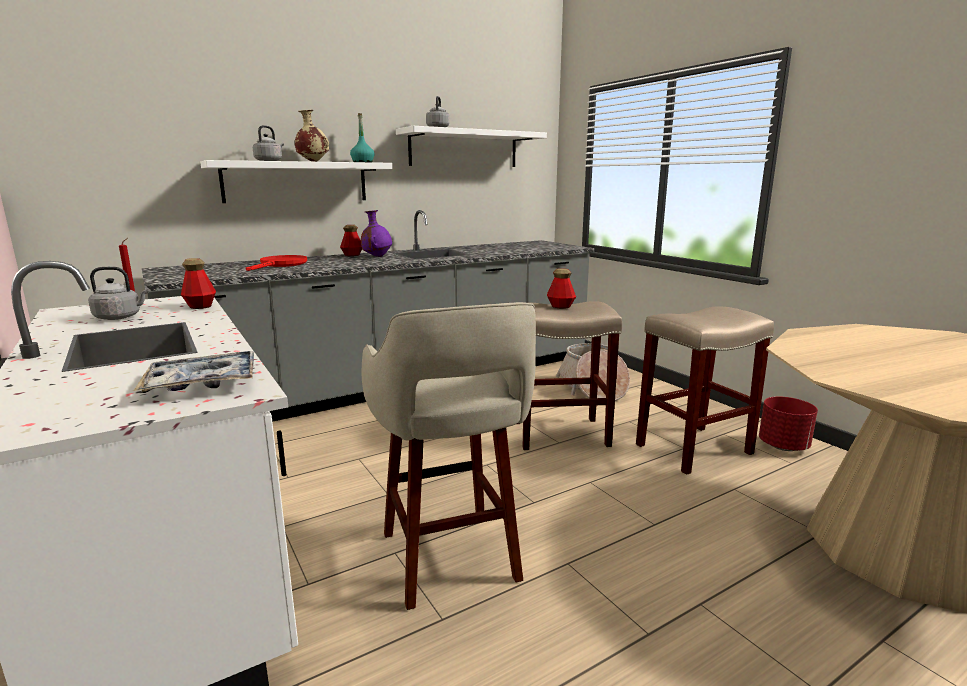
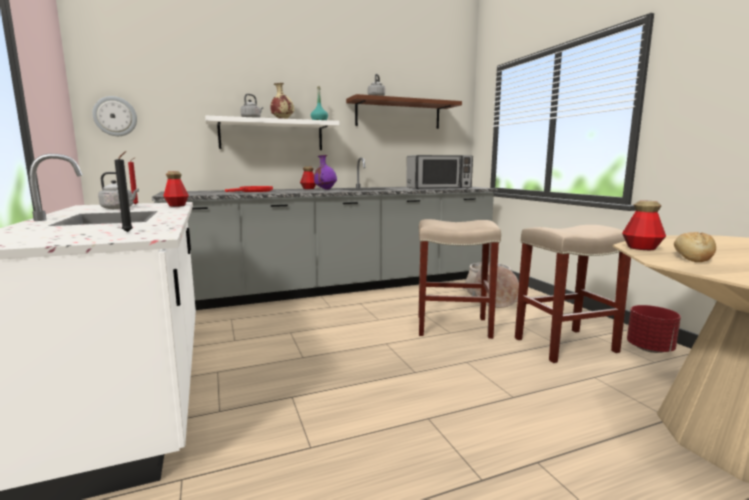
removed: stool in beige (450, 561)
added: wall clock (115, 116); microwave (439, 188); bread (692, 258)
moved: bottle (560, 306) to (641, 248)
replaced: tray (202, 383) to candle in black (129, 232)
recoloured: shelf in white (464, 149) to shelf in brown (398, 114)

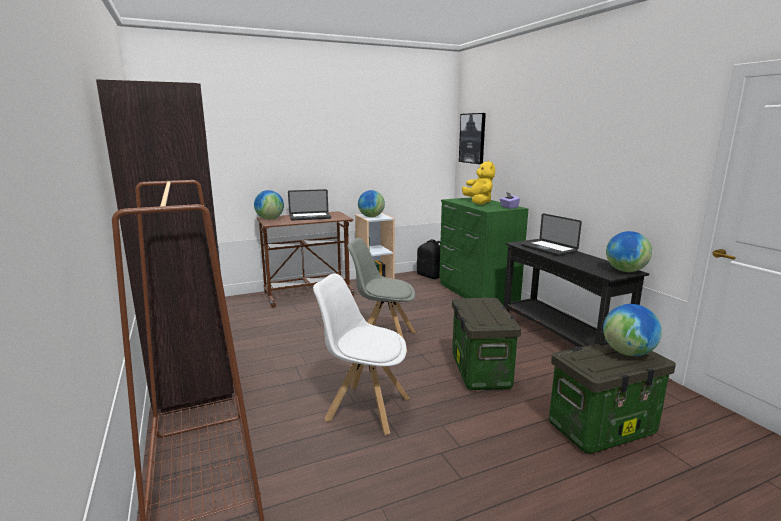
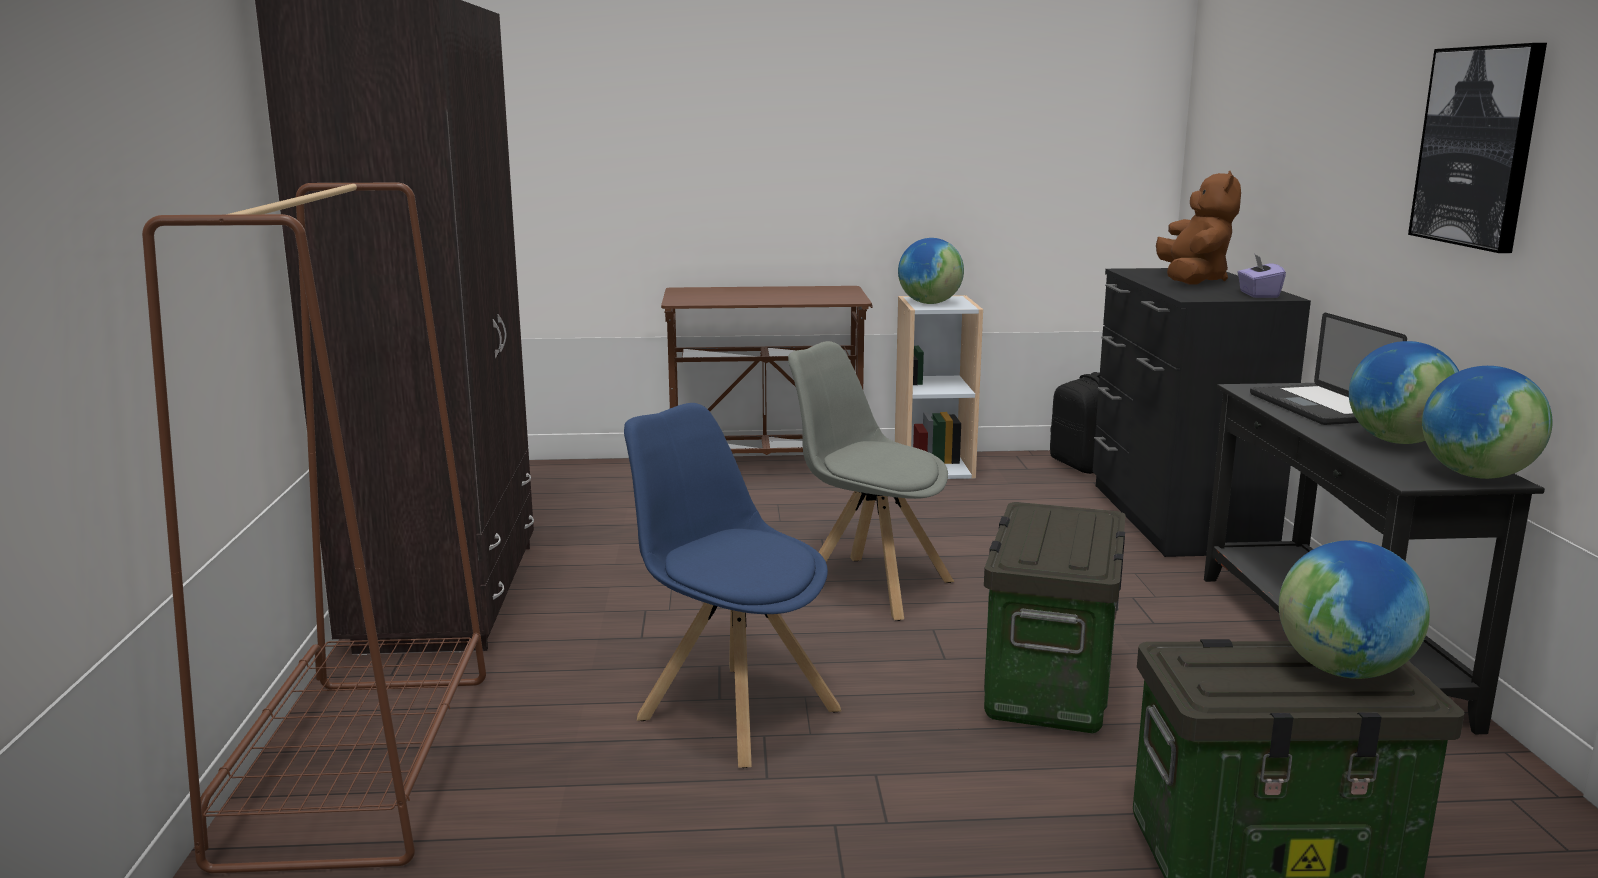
removed: laptop (310, 217)
moved: globe (270, 219) to (1397, 441); picture (472, 138) to (1478, 146)
recoloured: chair in white (364, 408) to chair in blue (731, 710); dresser in green (476, 293) to dresser in black (1176, 518); plush toy in yellow (478, 202) to plush toy in brown (1192, 280)

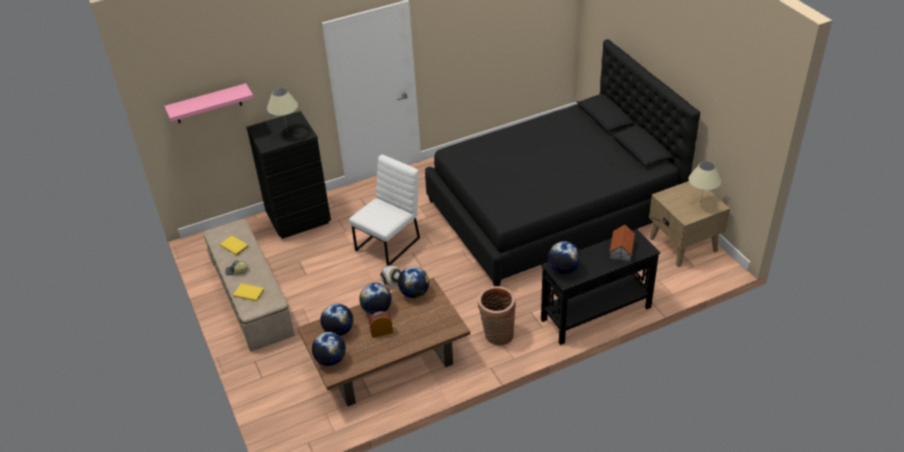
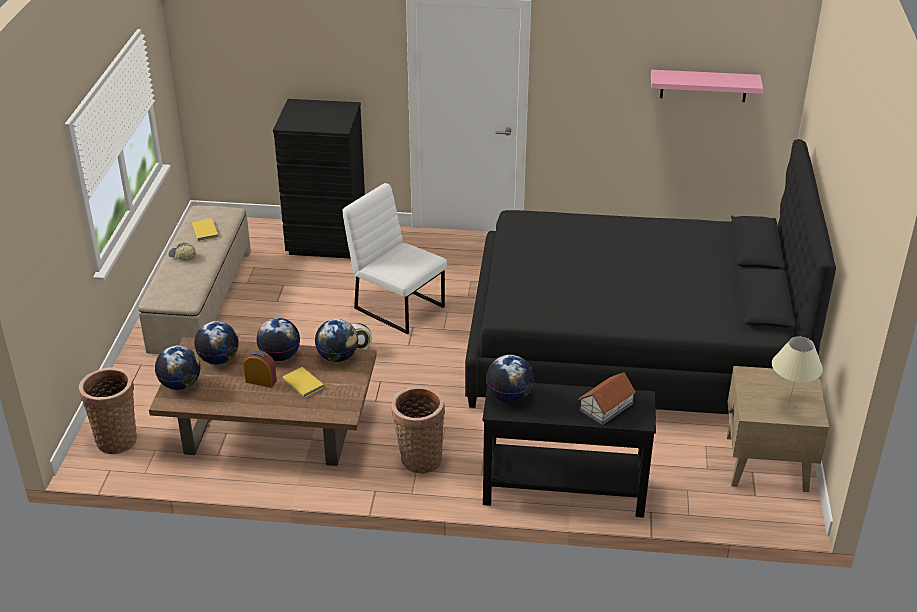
removed: table lamp in beige (287, 132)
added: basket (117, 438)
moved: shelf in pink (208, 104) to (703, 85); book in yellow (249, 293) to (303, 383)
turned: chair in white (389, 243) = (397, 306) 120 degrees counterclockwise

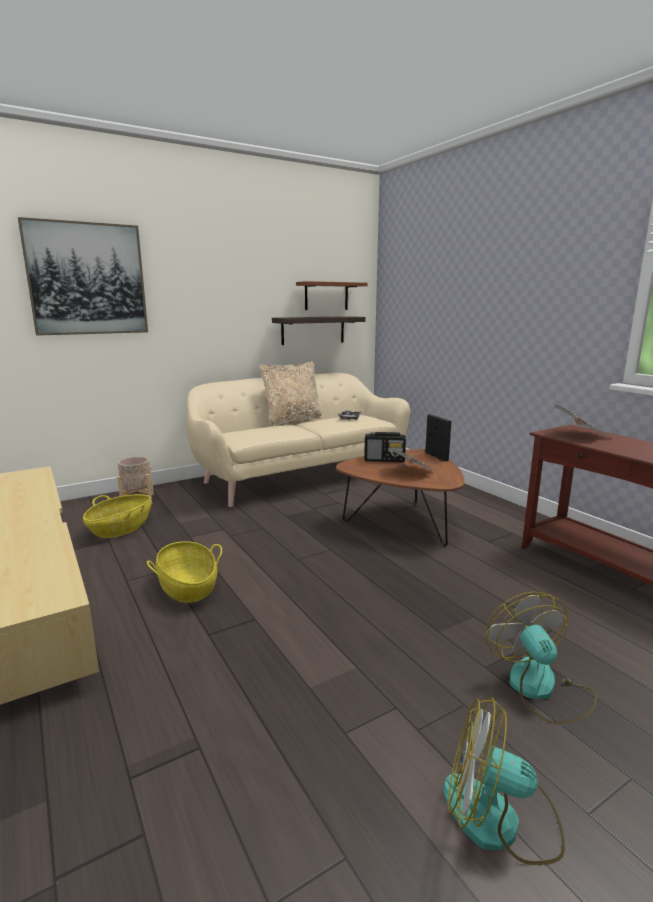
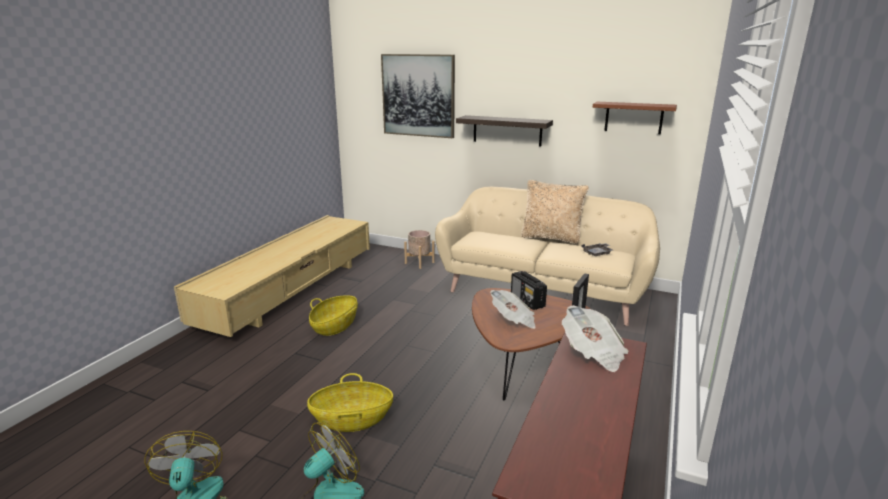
moved: basket (121, 528) to (352, 420); shelf (313, 330) to (507, 130)

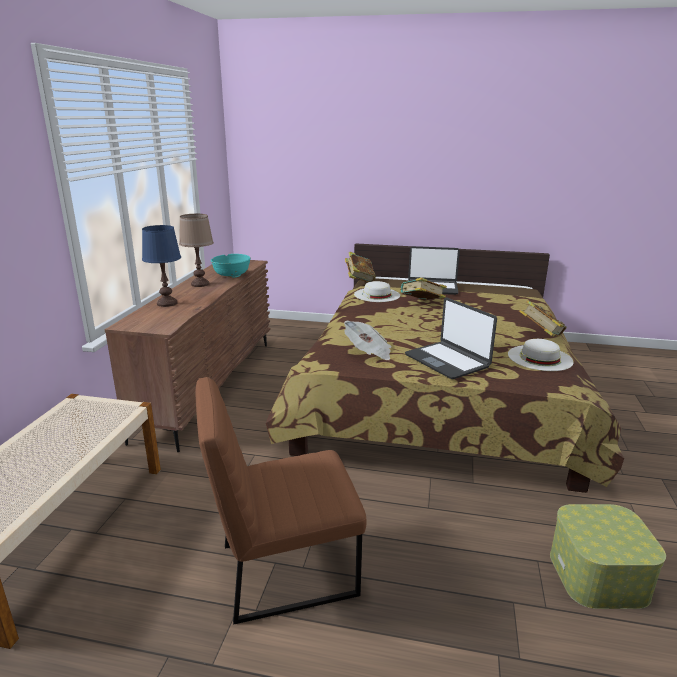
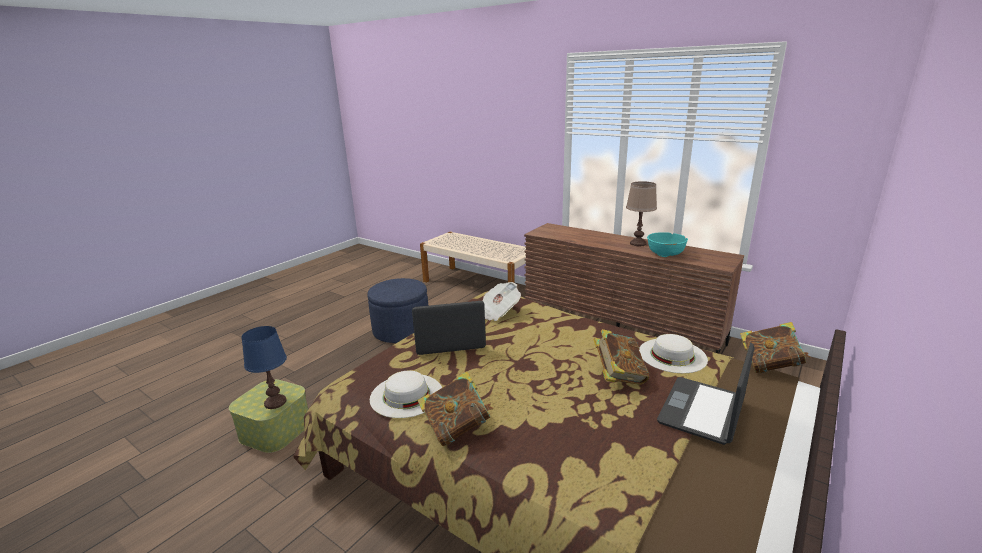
moved: table lamp in blue (167, 303) to (275, 402)
replaced: chair in brown (283, 569) to ottoman in blue (401, 330)

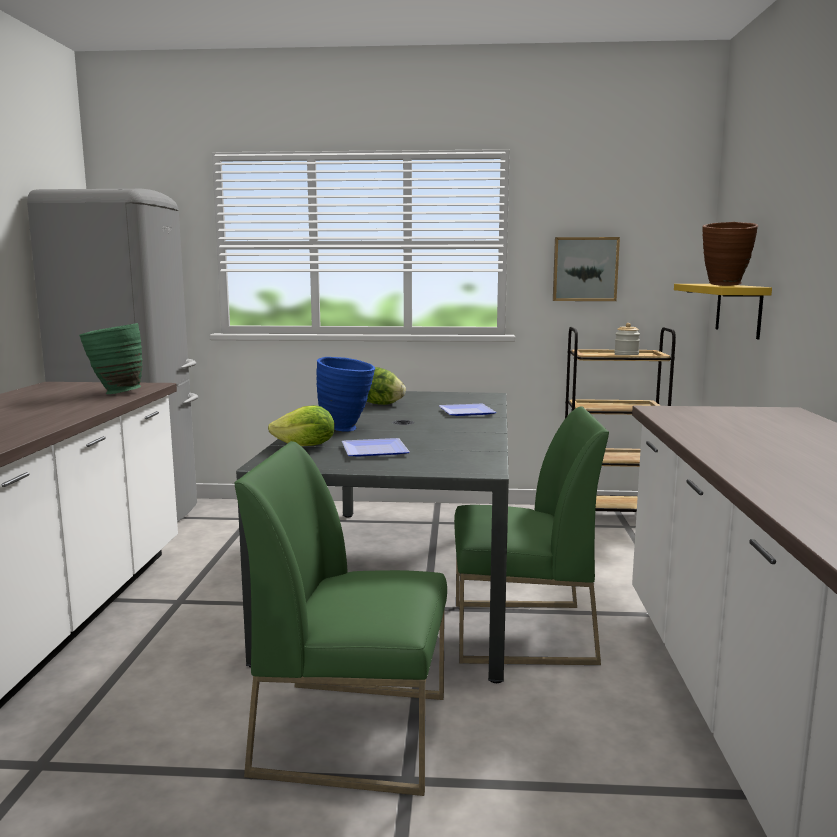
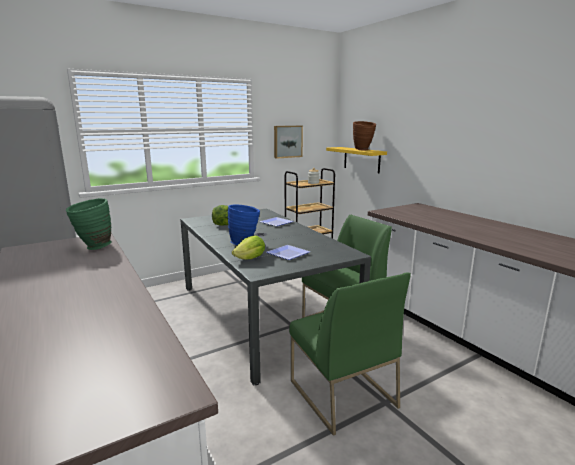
turned: chair in green (354, 733) = (341, 393) 90 degrees counterclockwise

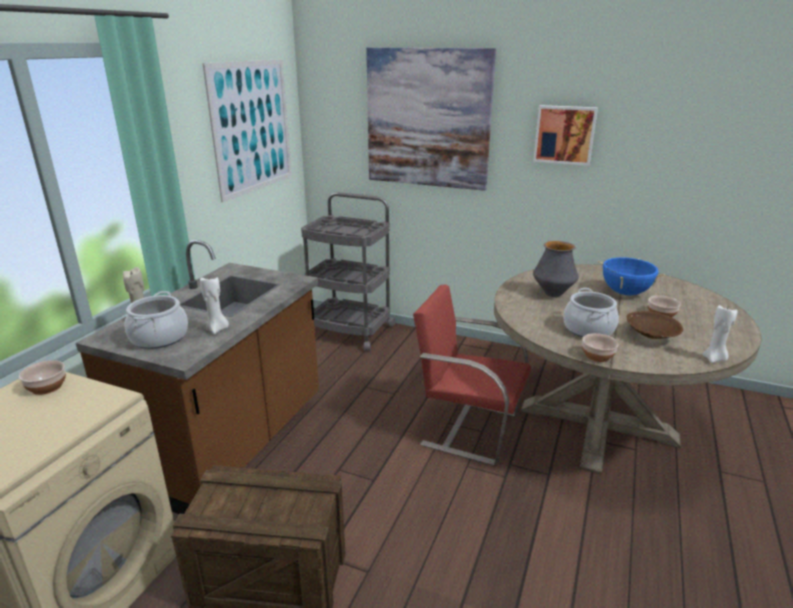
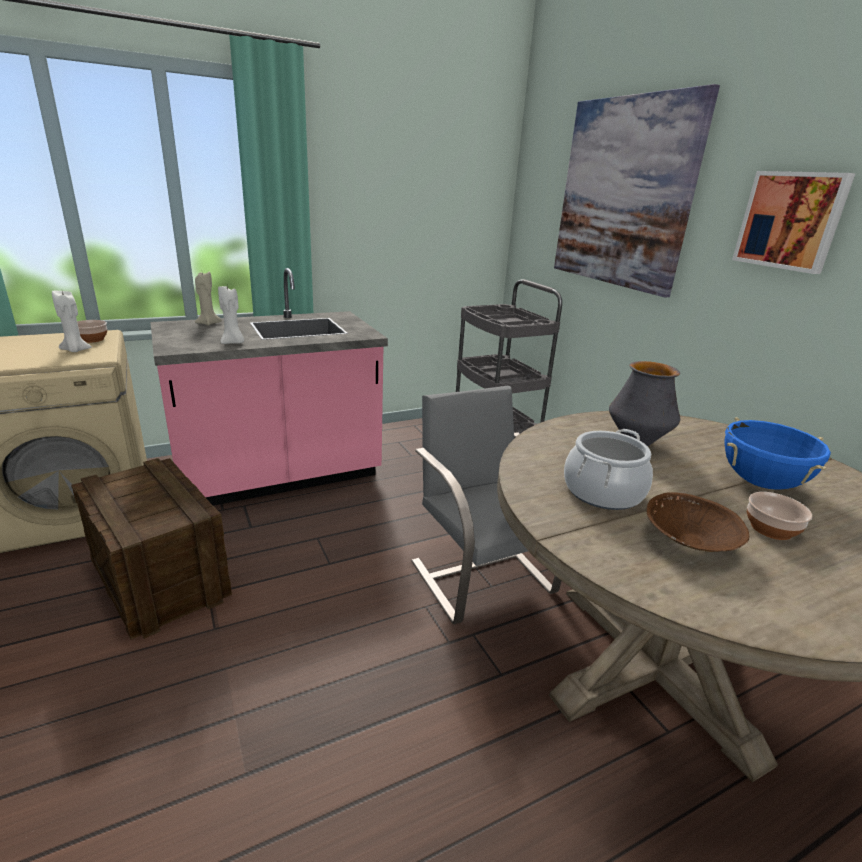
removed: cooking pot (159, 337); picture (252, 127); bowl (597, 356)
moved: candle in white (714, 359) to (75, 350)
recoloured: counter in brown (232, 444) to counter in pink (279, 476); chair in red (468, 428) to chair in grey (482, 575)

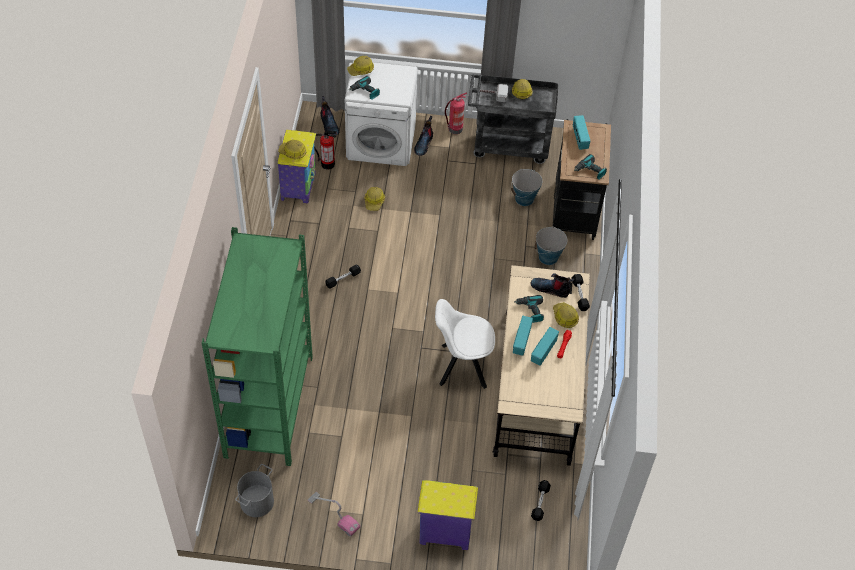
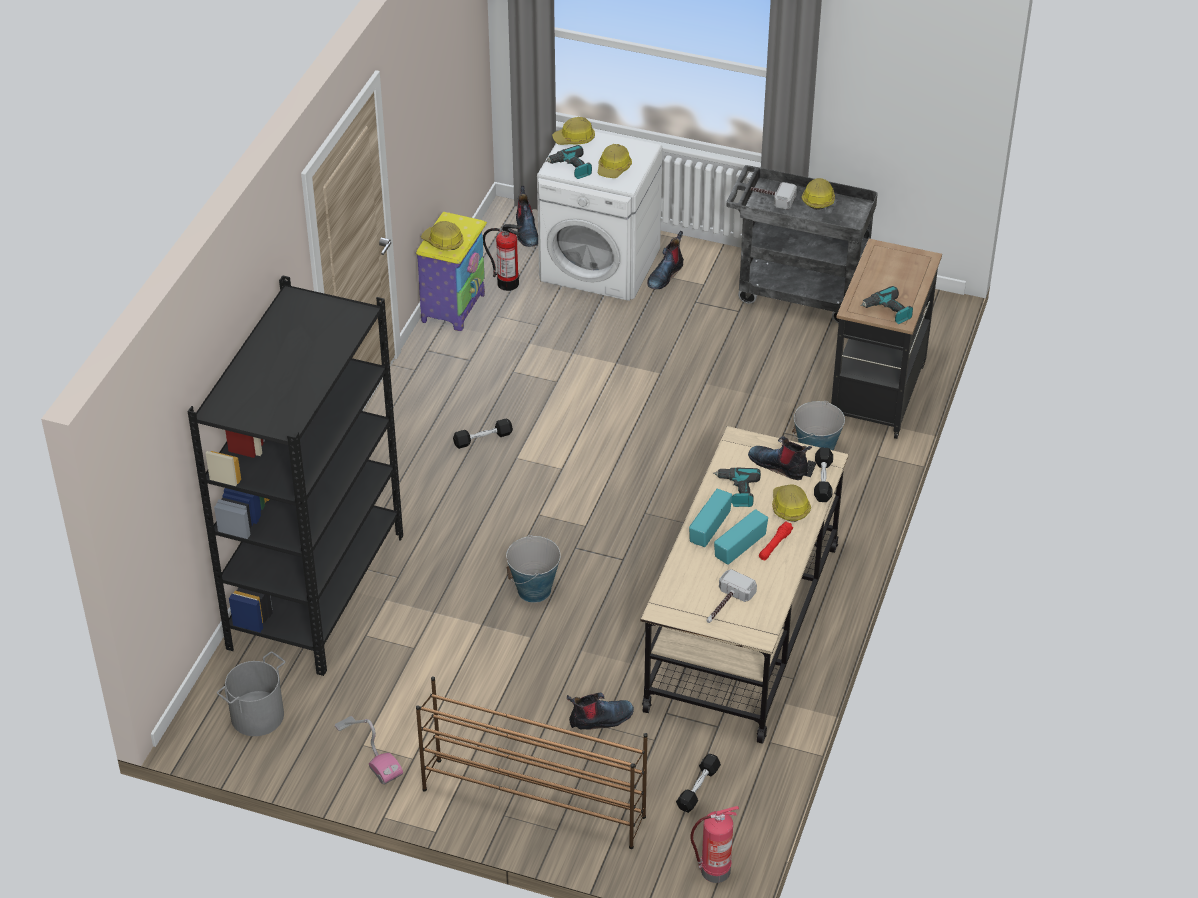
removed: chair in white (461, 366); radio (579, 139)
added: boot (600, 719); hammer (725, 605)
moved: hard hat (374, 201) to (614, 168); fire extinguisher (455, 129) to (714, 871); bucket (524, 199) to (534, 590)
replaced: nightstand (444, 531) to shoe rack in brown (532, 802)
recoloured: bookcase in green (269, 406) to bookcase in black (317, 591)

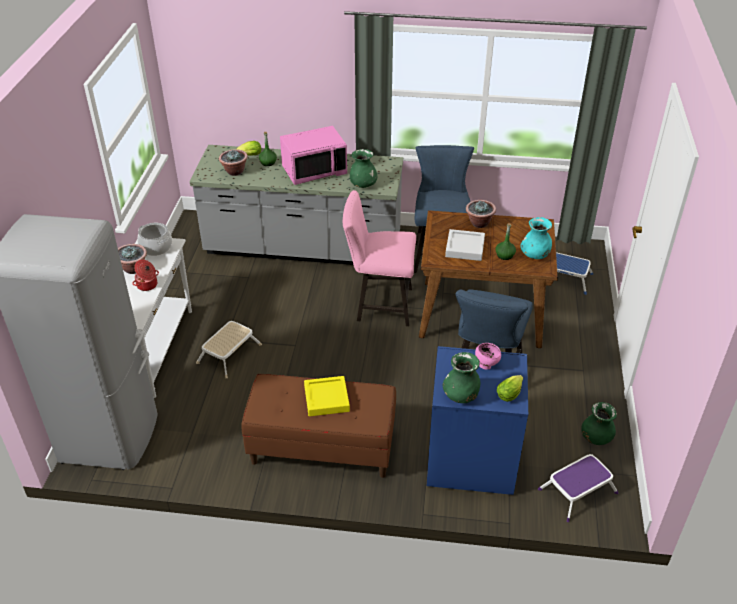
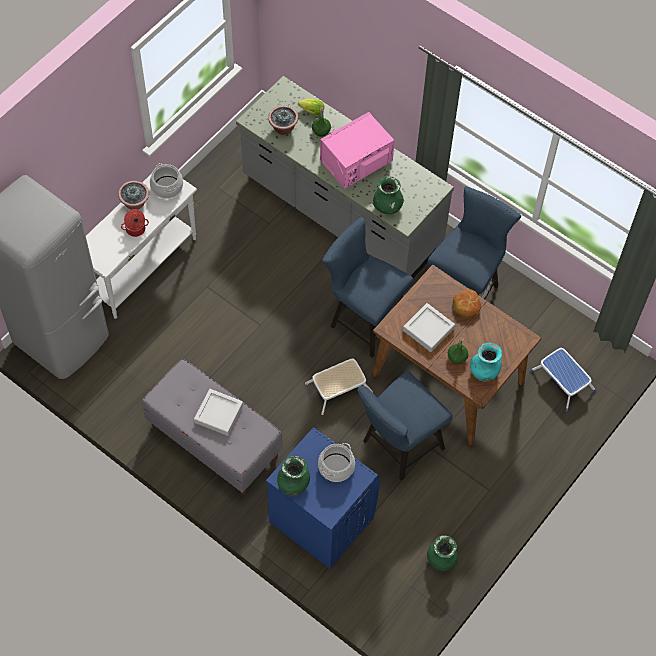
removed: lettuce (510, 393); step ladder in purple (577, 491)
moved: step ladder in beige (229, 354) to (339, 388)
replaced: potted plant (479, 223) to bread (466, 306); bowl in pink (486, 365) to cooking pot (336, 467)
recoloured: bench in brown (322, 448) to bench in grey (213, 441); tray in yellow (326, 399) to tray in grey (218, 414); chair in pink (379, 305) to chair in blue (363, 319)
turned: microwave in pink (314, 170) = (356, 163) 135 degrees clockwise

